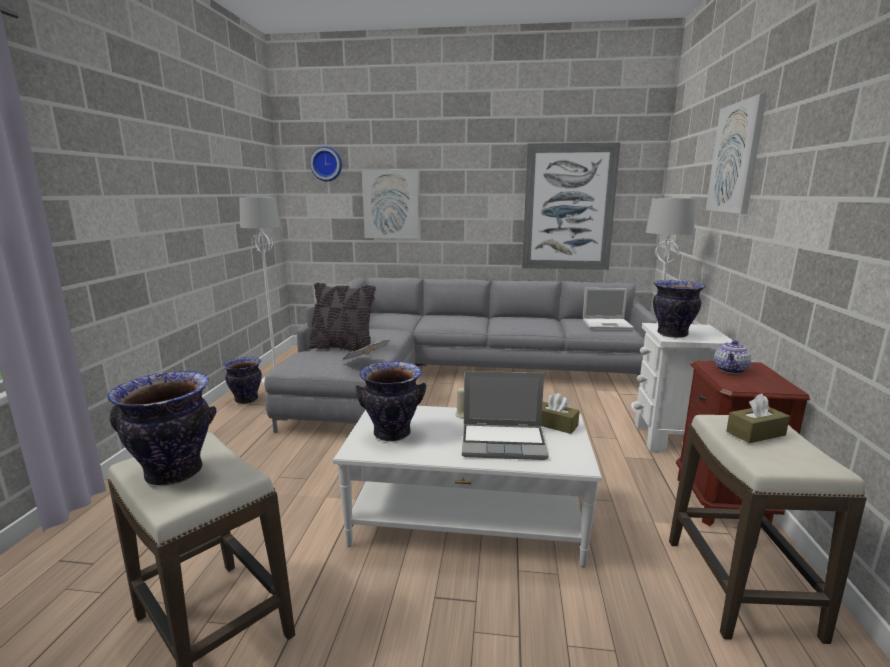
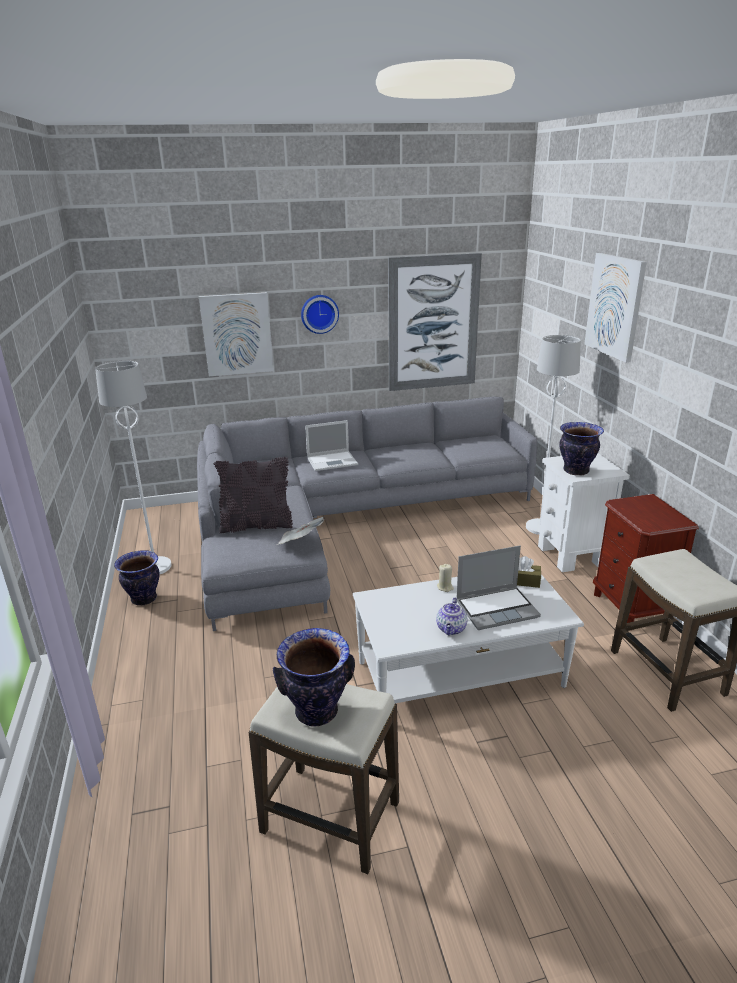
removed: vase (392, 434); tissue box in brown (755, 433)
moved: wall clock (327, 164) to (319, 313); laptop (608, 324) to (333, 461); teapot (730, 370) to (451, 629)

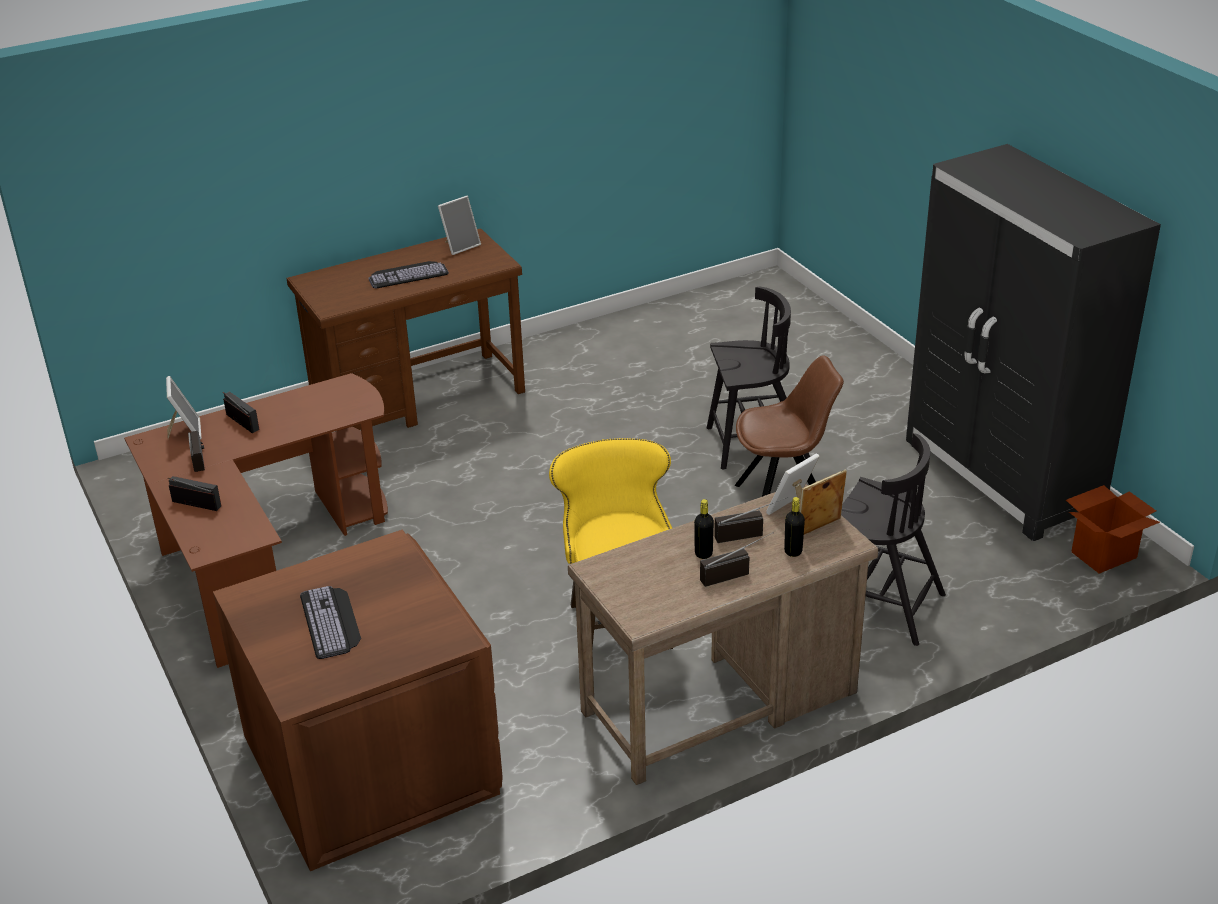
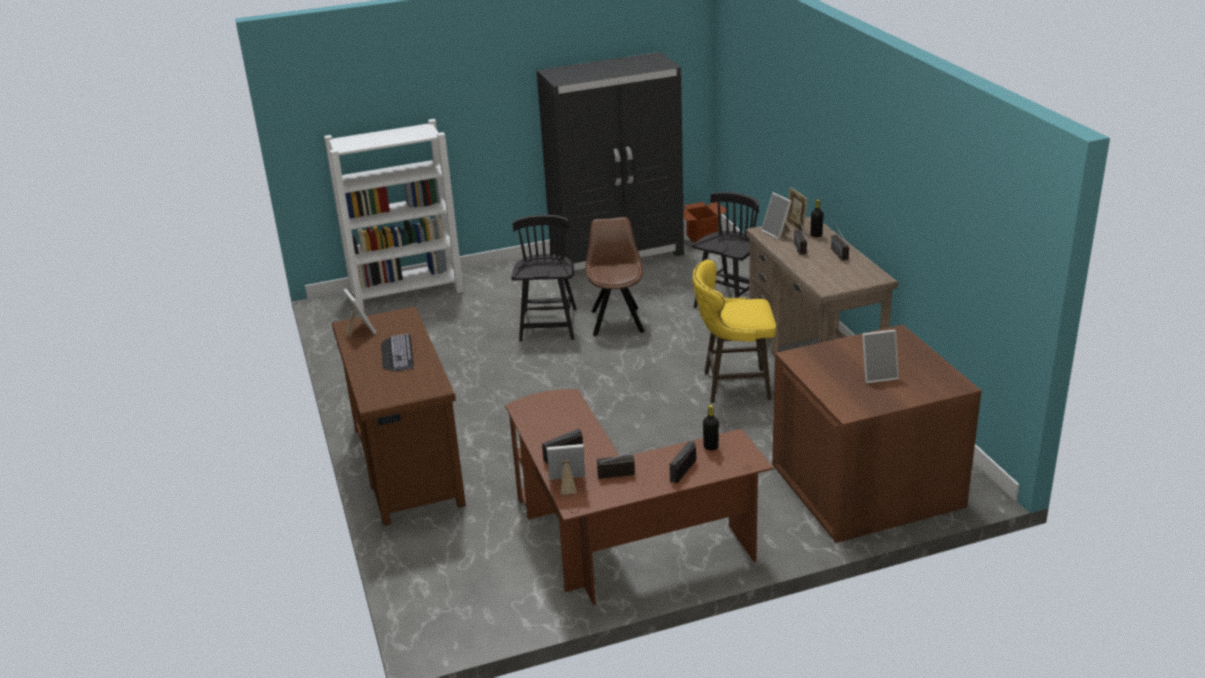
added: bookcase in white (407, 291)
moved: bottle in black (703, 553) to (711, 447)
replaced: keyboard (332, 621) to picture frame (878, 375)

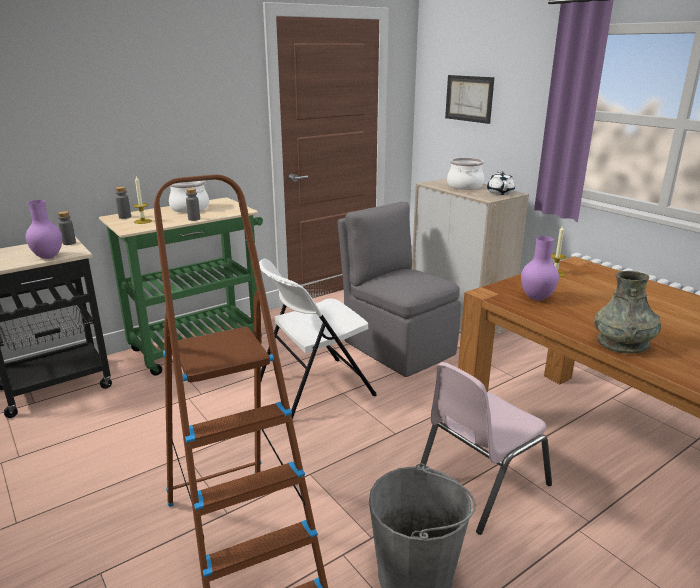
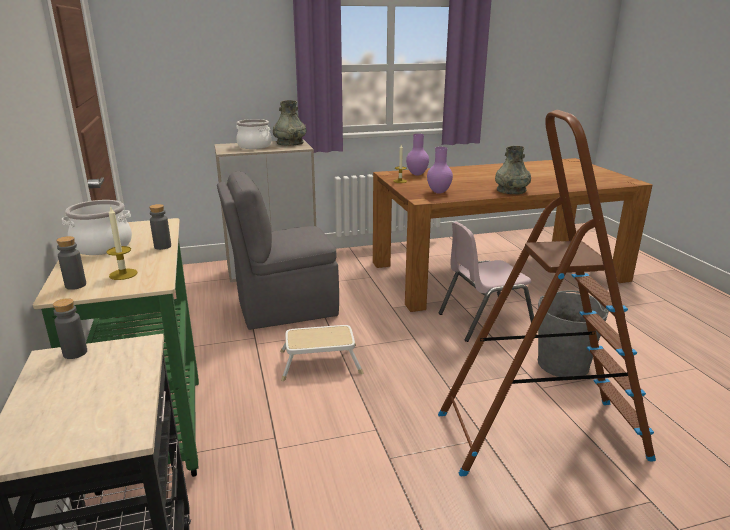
removed: picture (469, 98)
moved: vase in purple (49, 257) to (416, 174)
replaced: chair in white (315, 388) to step ladder in beige (320, 362); teapot in white (500, 192) to vase in grey (290, 143)
turned: chair in pink (480, 484) = (484, 321) 90 degrees clockwise

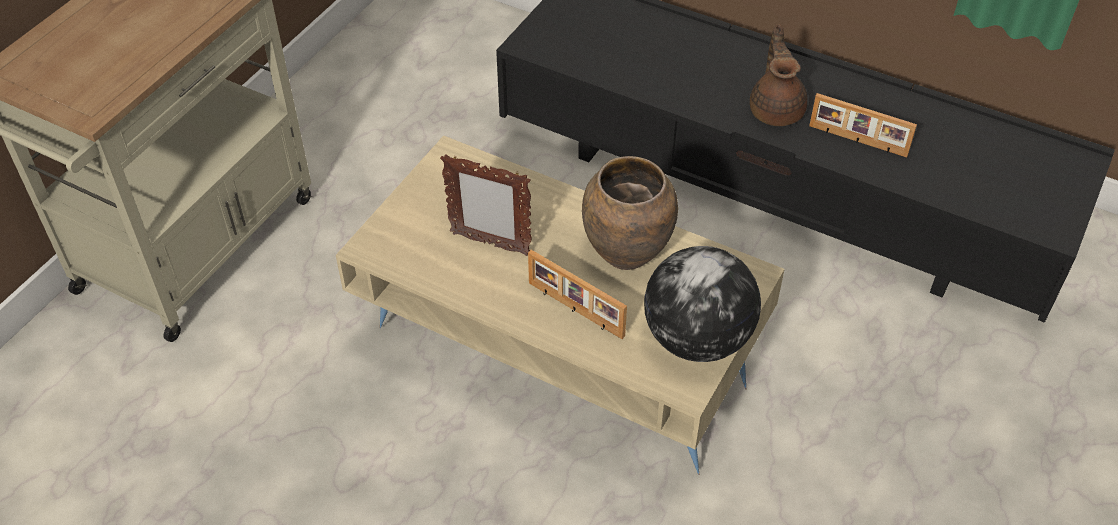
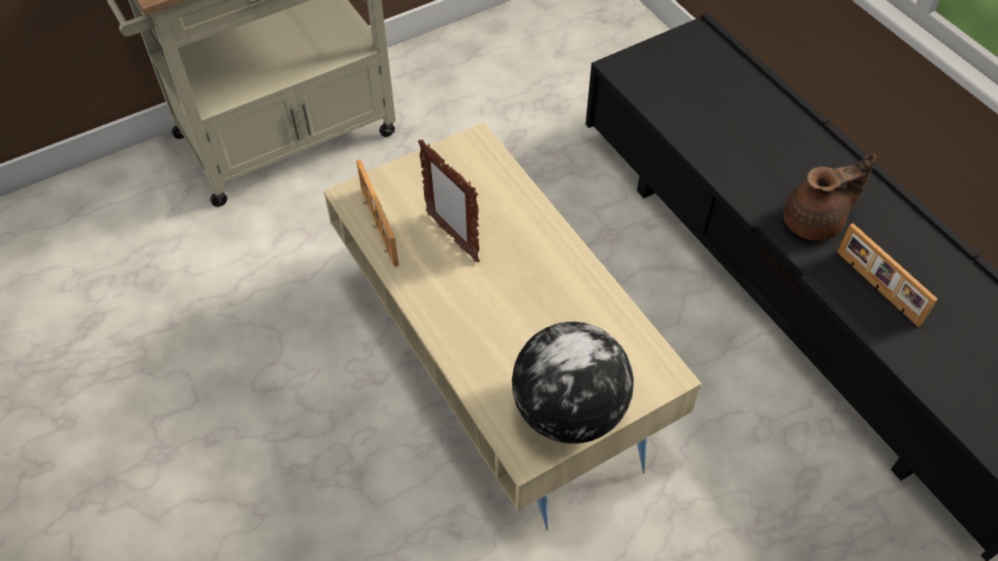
removed: vase in brown (626, 253)
moved: picture frame (574, 310) to (377, 227)
turned: teapot in brown (776, 109) = (815, 222) 45 degrees clockwise

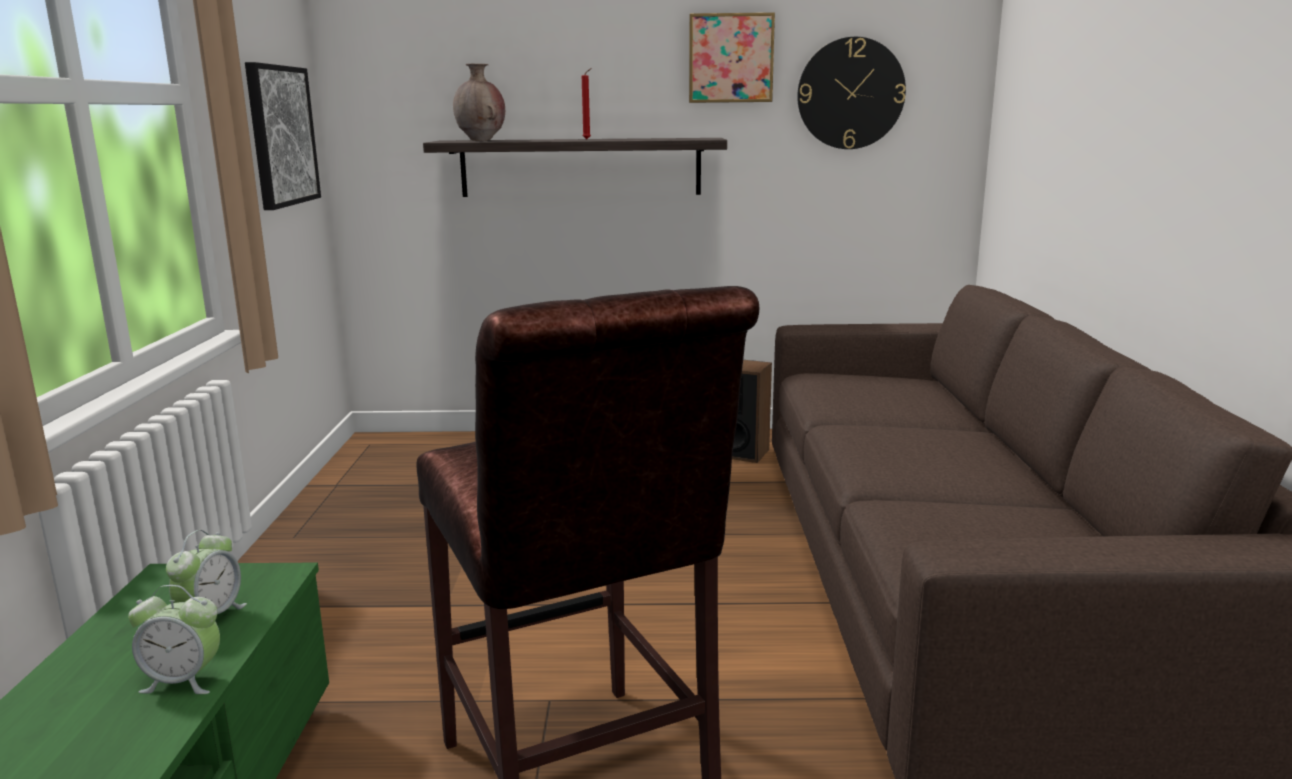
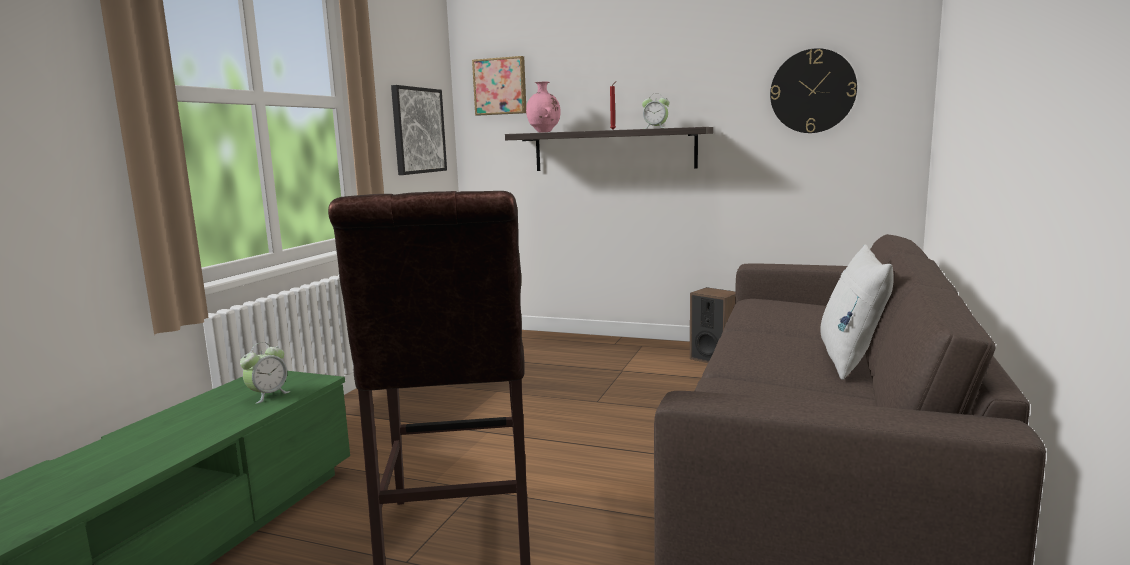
added: pillow in grey (851, 361)
moved: alarm clock (183, 681) to (655, 128); picture (730, 58) to (500, 86)
recoloured: vase in brown (481, 140) to vase in pink (544, 132)

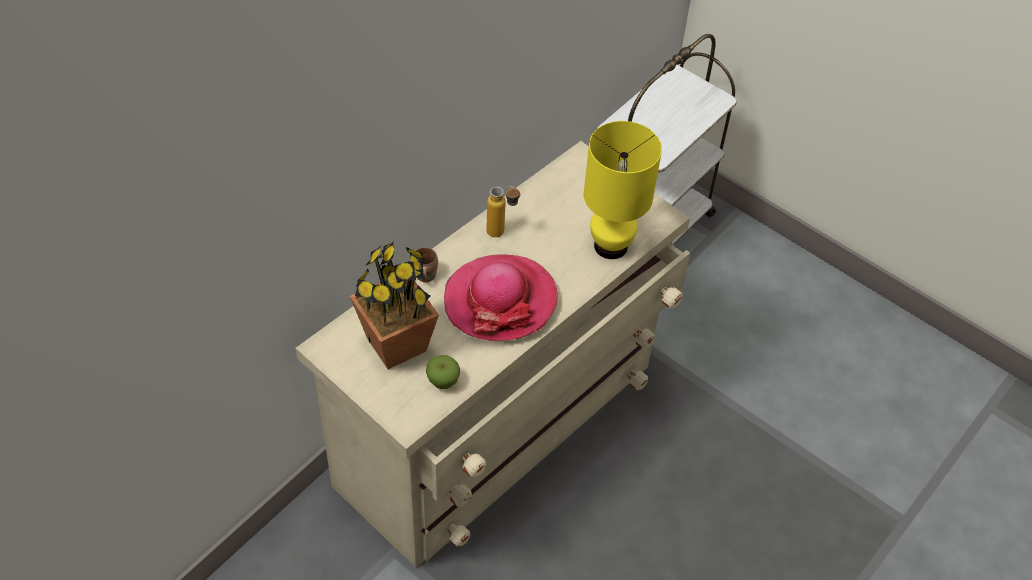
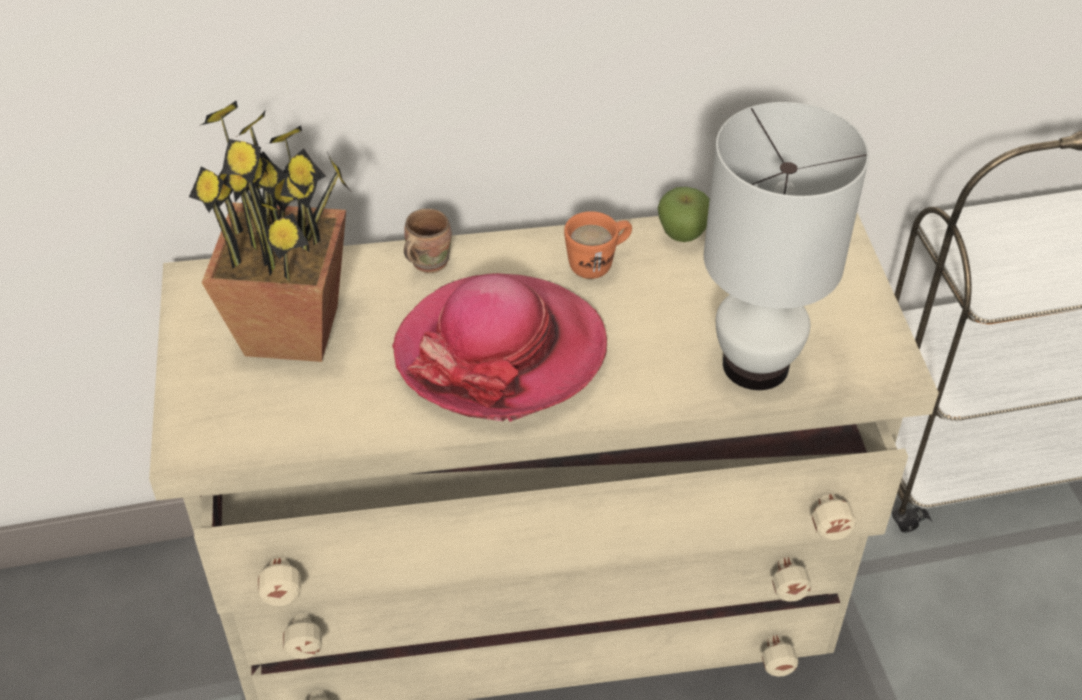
moved: apple (443, 381) to (683, 234)
replaced: bottle (502, 233) to mug in orange (598, 263)
recoloured: table lamp in yellow (611, 246) to table lamp in white (756, 366)

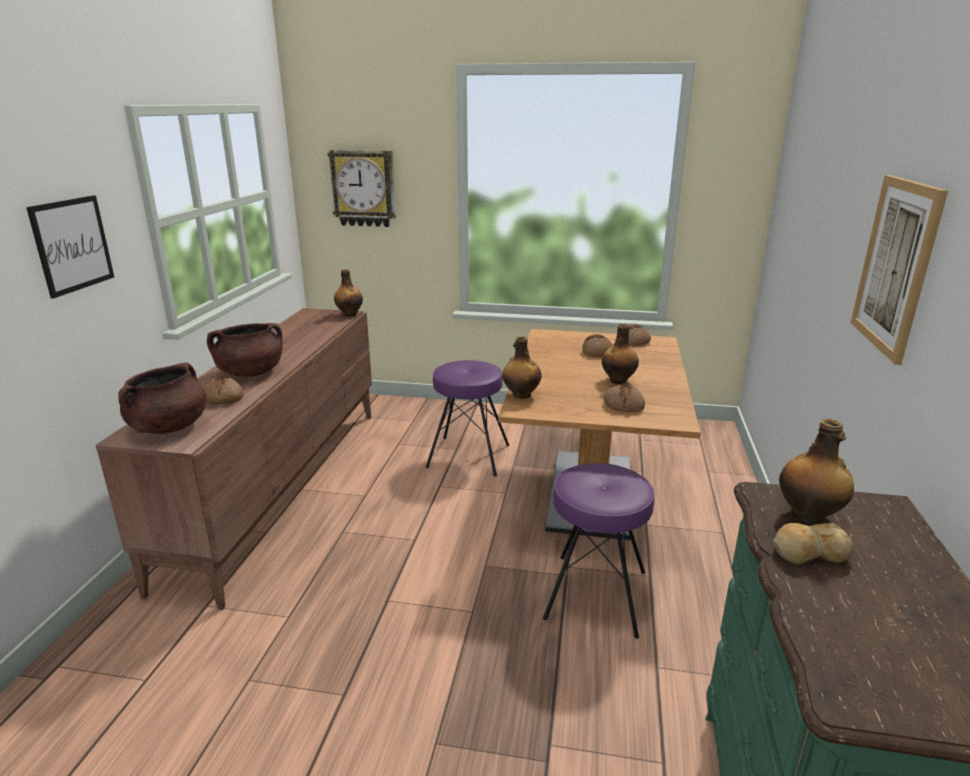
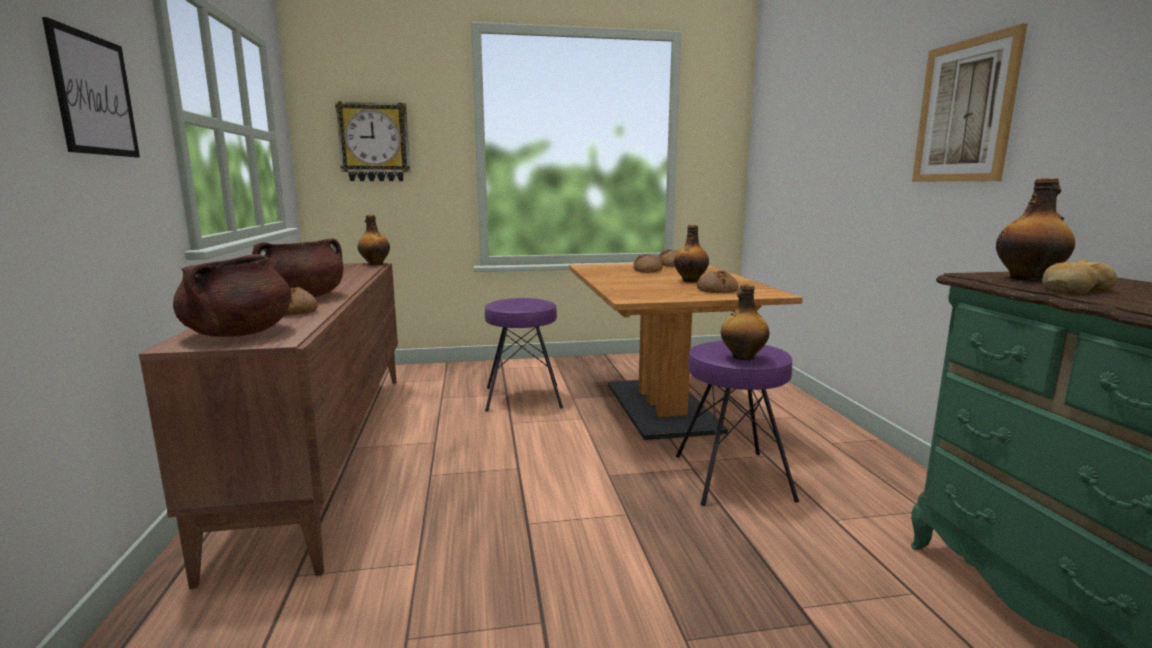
moved: bottle (521, 395) to (742, 357)

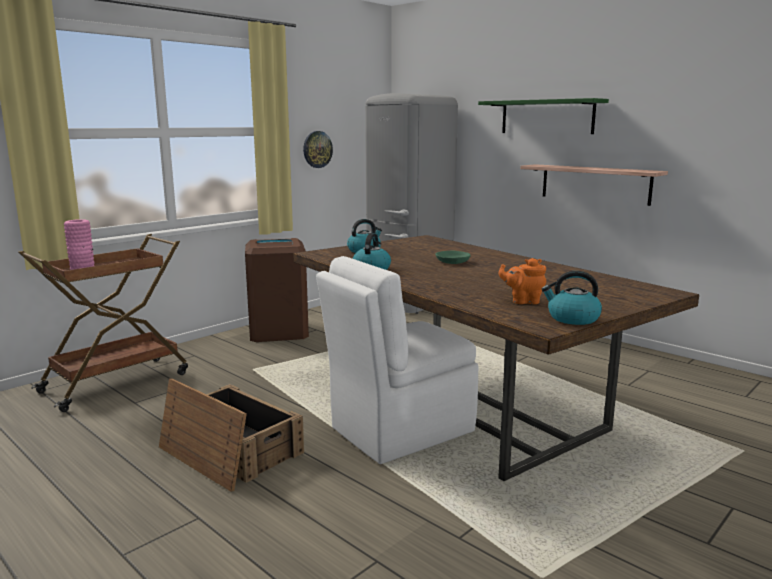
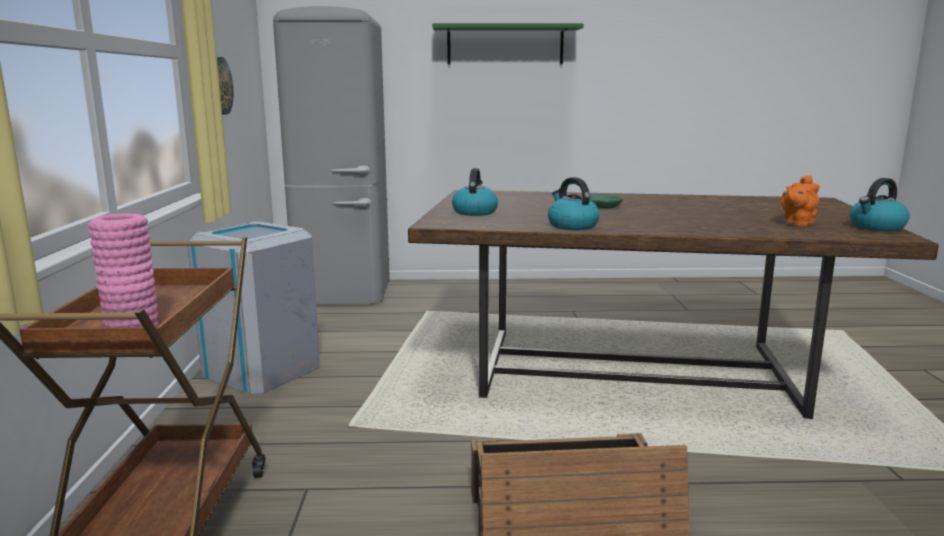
removed: chair in white (399, 430); shelf (595, 184)
recoloured: trash can in brown (278, 331) to trash can in grey (262, 370)

